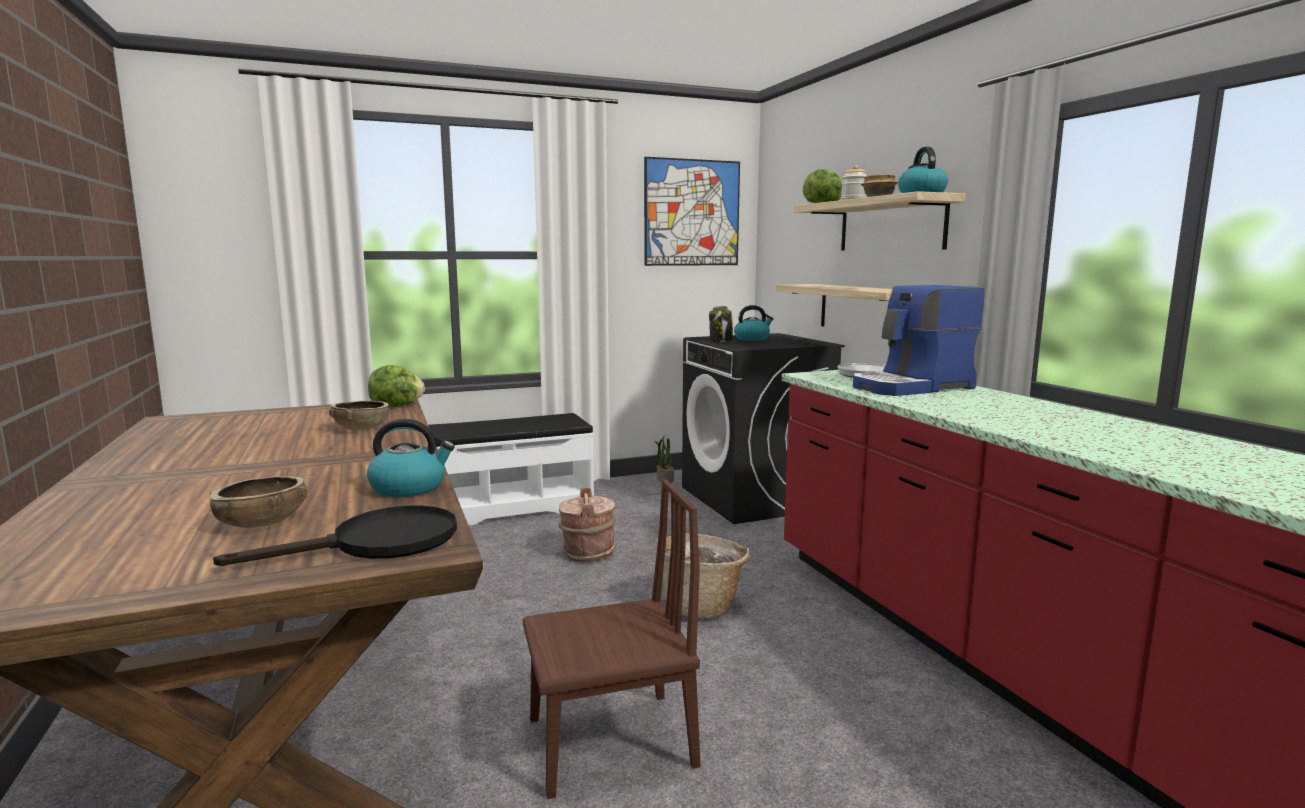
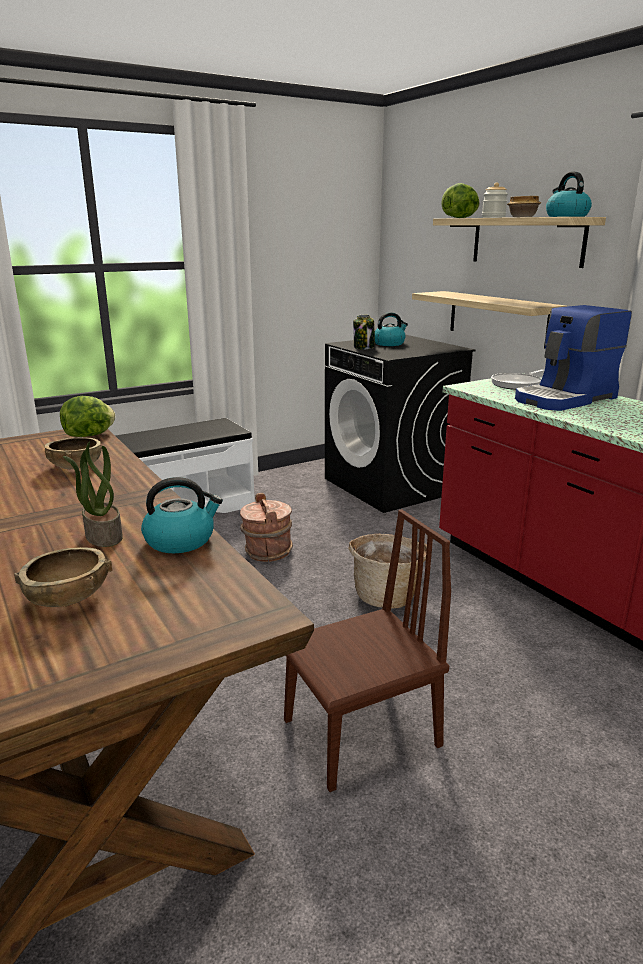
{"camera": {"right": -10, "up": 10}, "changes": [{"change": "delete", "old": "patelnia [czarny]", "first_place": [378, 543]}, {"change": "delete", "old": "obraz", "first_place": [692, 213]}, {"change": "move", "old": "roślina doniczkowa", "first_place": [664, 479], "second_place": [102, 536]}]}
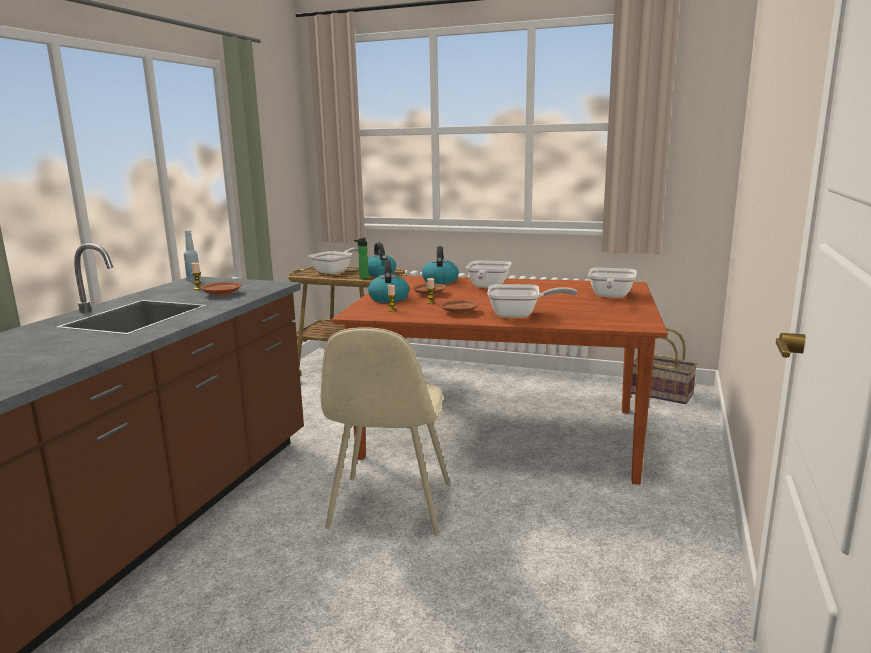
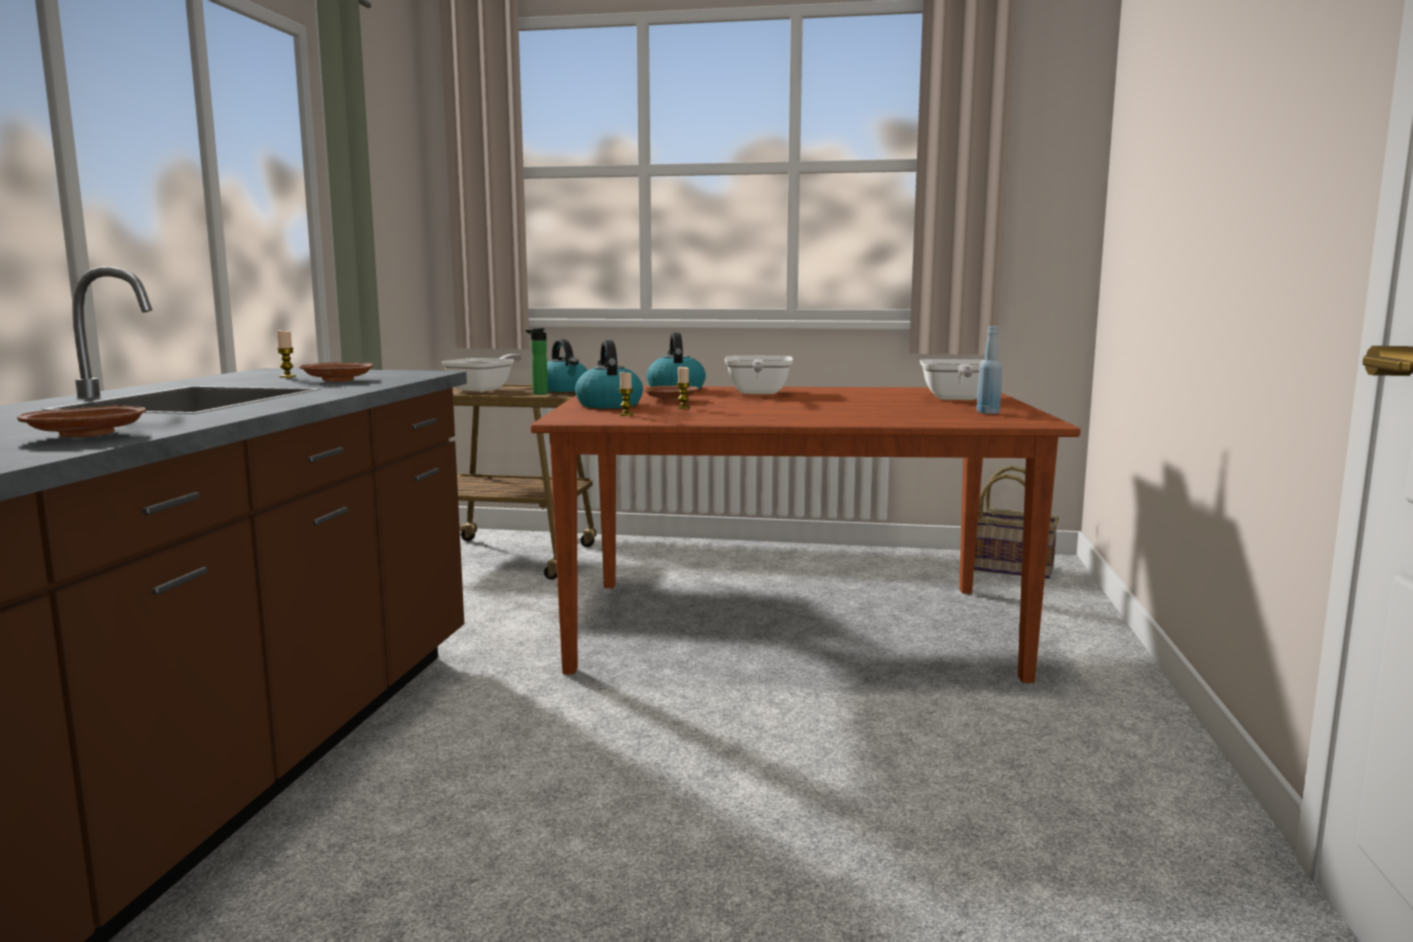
{"camera": {"right": -10, "up": -5}, "changes": [{"change": "delete", "old": "krzesło [beżowy]", "first_place": [390, 507]}, {"change": "delete", "old": "patelnia", "first_place": [520, 315]}, {"change": "move", "old": "butelka [niebieski]", "first_place": [194, 280], "second_place": [988, 413]}, {"change": "move", "old": "talerz [brązowy]", "first_place": [459, 312], "second_place": [88, 435]}]}
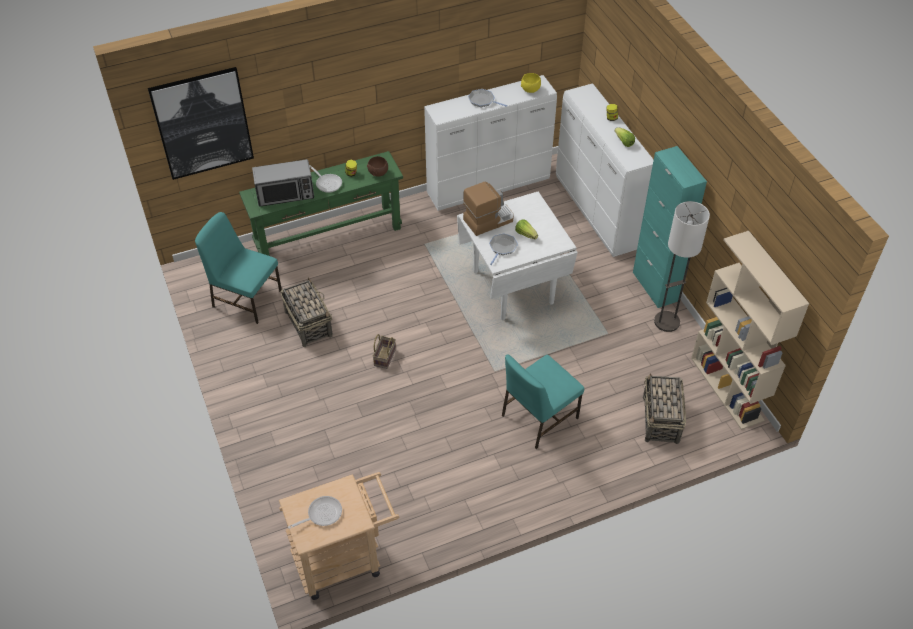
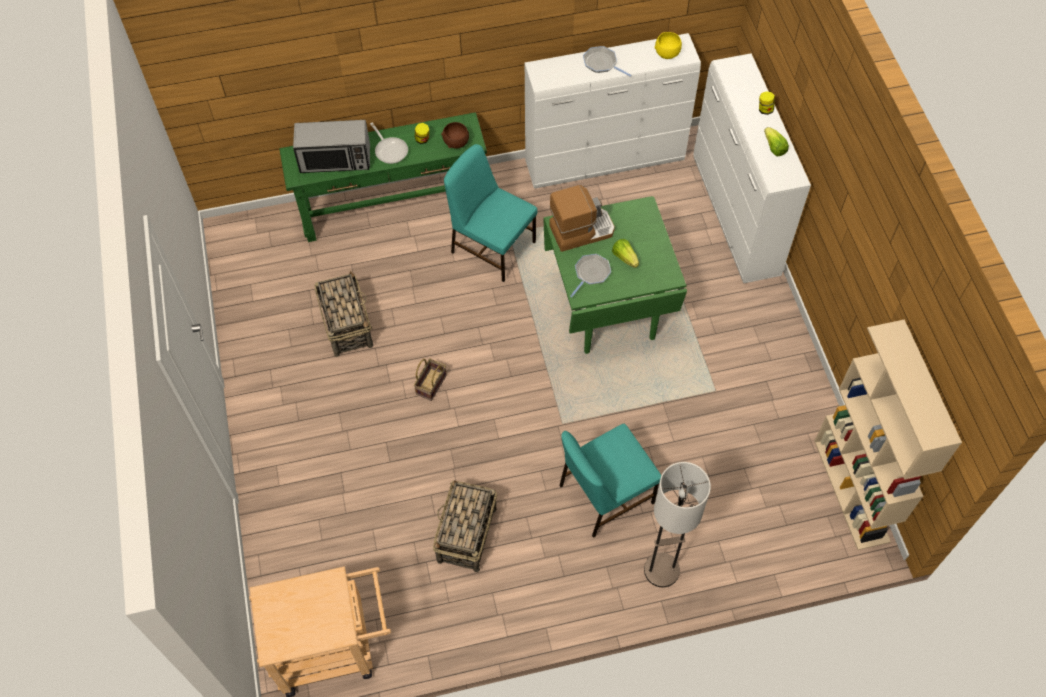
{"camera": {"right": 10, "up": 10}, "changes": [{"change": "delete", "old": "obraz", "first_place": [202, 123]}, {"change": "delete", "old": "patelnia", "first_place": [321, 514]}, {"change": "delete", "old": "szafka [turkusowy]", "first_place": [655, 287]}, {"change": "move", "old": "krzesło [turkusowy]", "first_place": [246, 298], "second_place": [492, 246]}, {"change": "move", "old": "koszyk", "first_place": [660, 420], "second_place": [466, 536]}, {"change": "move", "old": "lampa stojąca", "first_place": [666, 321], "second_place": [661, 570]}, {"change": "recolor", "old": "stół jadalny [biały]", "new": "stół jadalny [zielony]", "first_place": [512, 287], "second_place": [607, 309]}]}
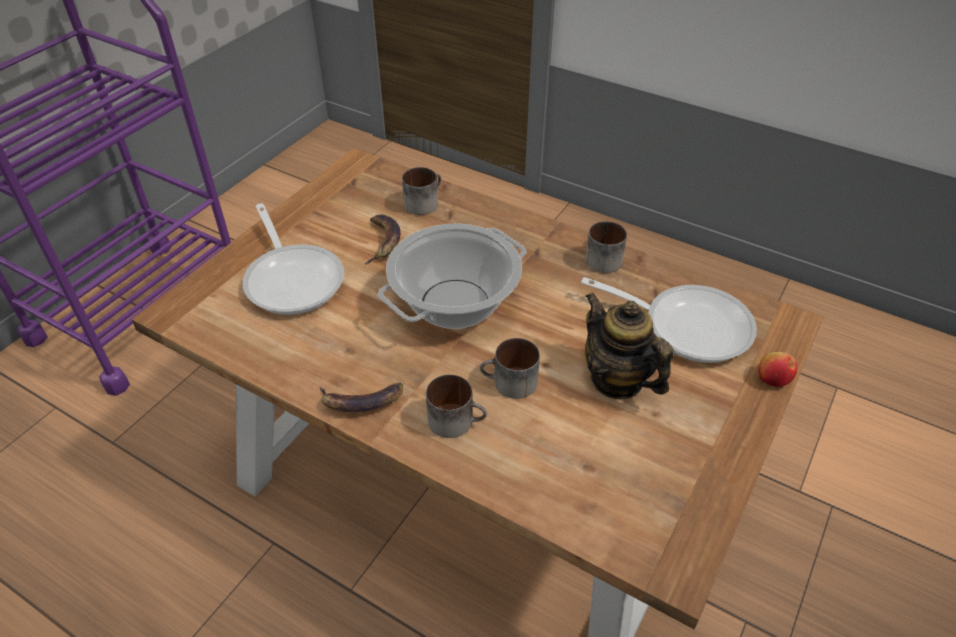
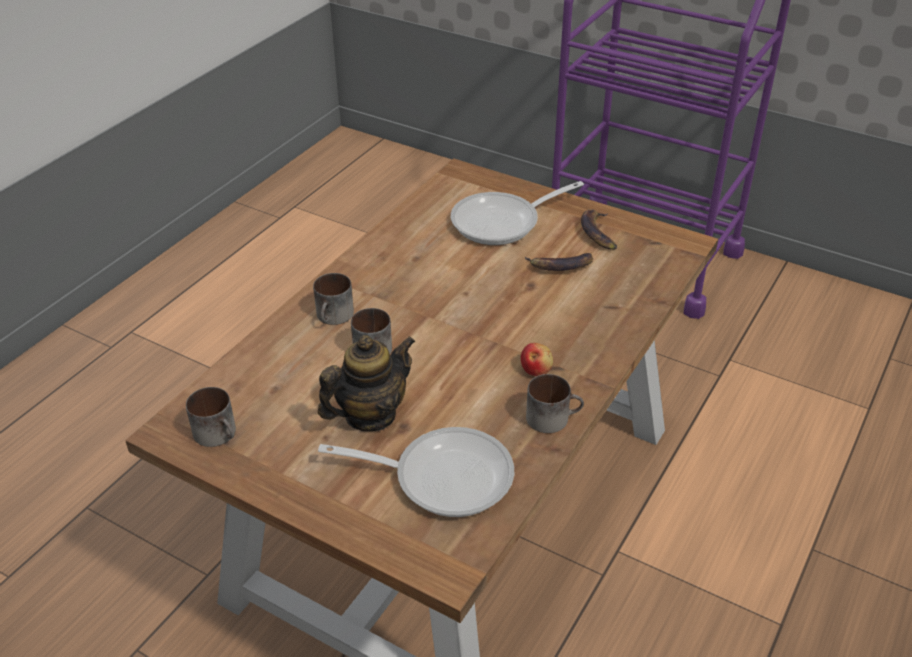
{"camera": {"right": 90, "up": -5}, "changes": [{"change": "delete", "old": "garnek", "first_place": [455, 305]}, {"change": "move", "old": "banan", "first_place": [361, 402], "second_place": [597, 233]}, {"change": "move", "old": "kubek", "first_place": [423, 202], "second_place": [219, 433]}, {"change": "move", "old": "jabłko", "first_place": [773, 378], "second_place": [536, 369]}, {"change": "rotate", "old": "patelnia", "first_place": [687, 326], "second_place": [443, 476], "degrees": -105}]}
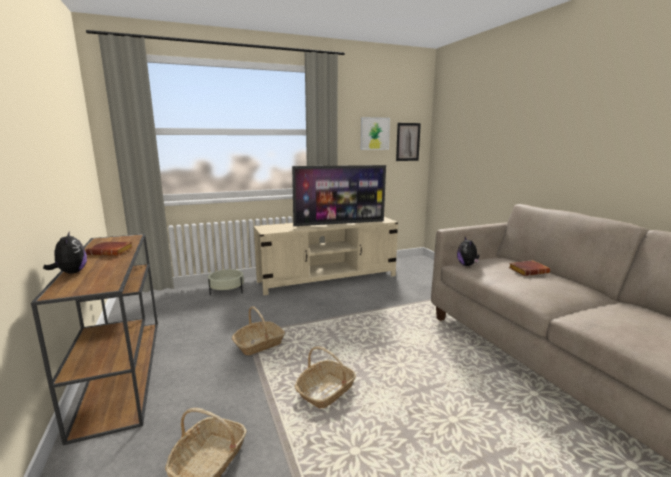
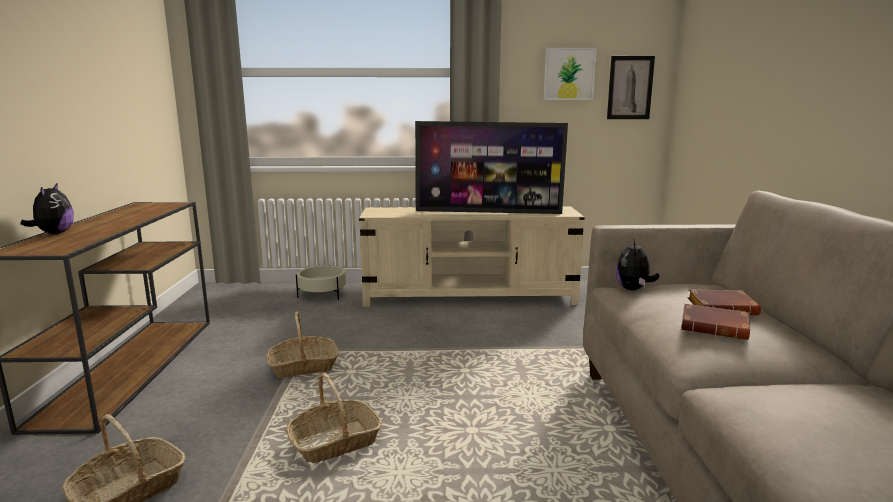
{"camera": {"right": 20, "up": 0}, "changes": [{"change": "move", "old": "książka [brązowy]", "first_place": [112, 252], "second_place": [716, 327]}]}
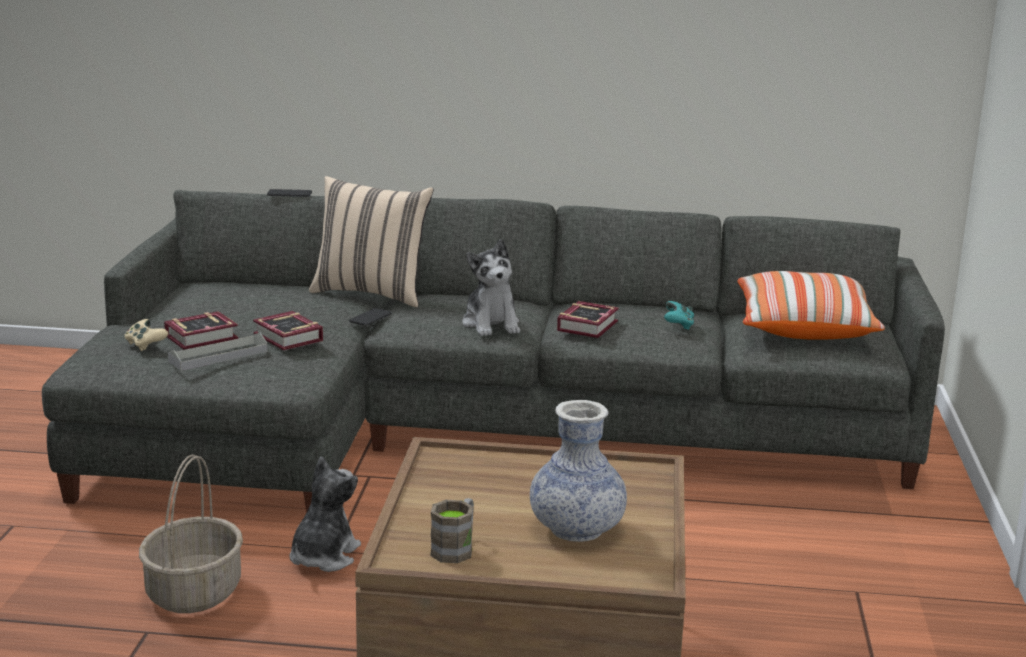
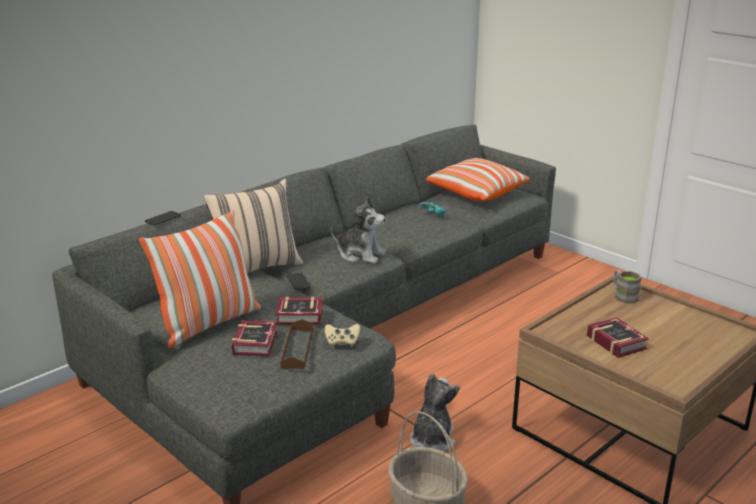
{"camera": {"right": -50, "up": 5}, "changes": [{"change": "delete", "old": "wazon", "first_place": [576, 529]}, {"change": "insert", "new": "poduszka", "second_place": [208, 323]}, {"change": "move", "old": "pad do gier [beżowy]", "first_place": [145, 345], "second_place": [342, 342]}, {"change": "move", "old": "kubek [brązowy]", "first_place": [456, 548], "second_place": [623, 296]}, {"change": "move", "old": "książka", "first_place": [590, 325], "second_place": [615, 341]}, {"change": "recolor", "old": "taca [szary]", "new": "taca [brązowy]", "first_place": [218, 356], "second_place": [297, 348]}, {"change": "rotate", "old": "pluszak", "first_place": [323, 557], "second_place": [432, 439], "degrees": 45}]}
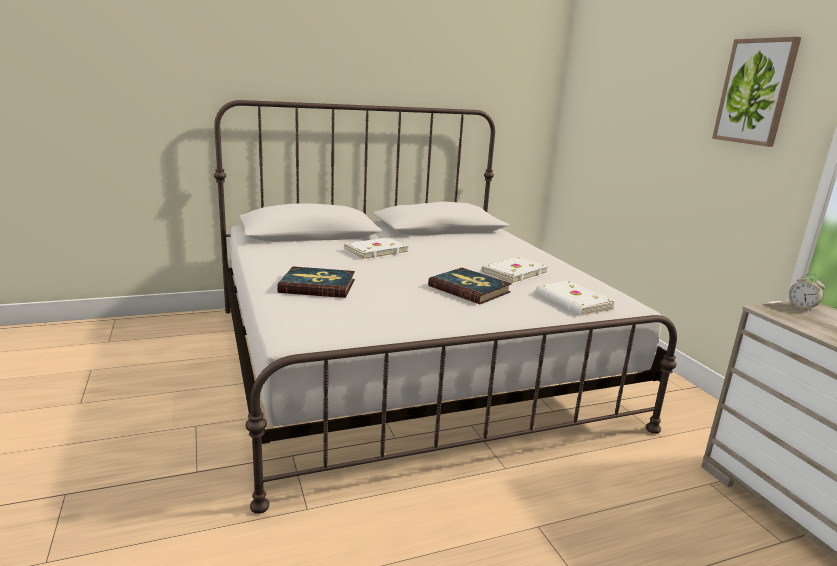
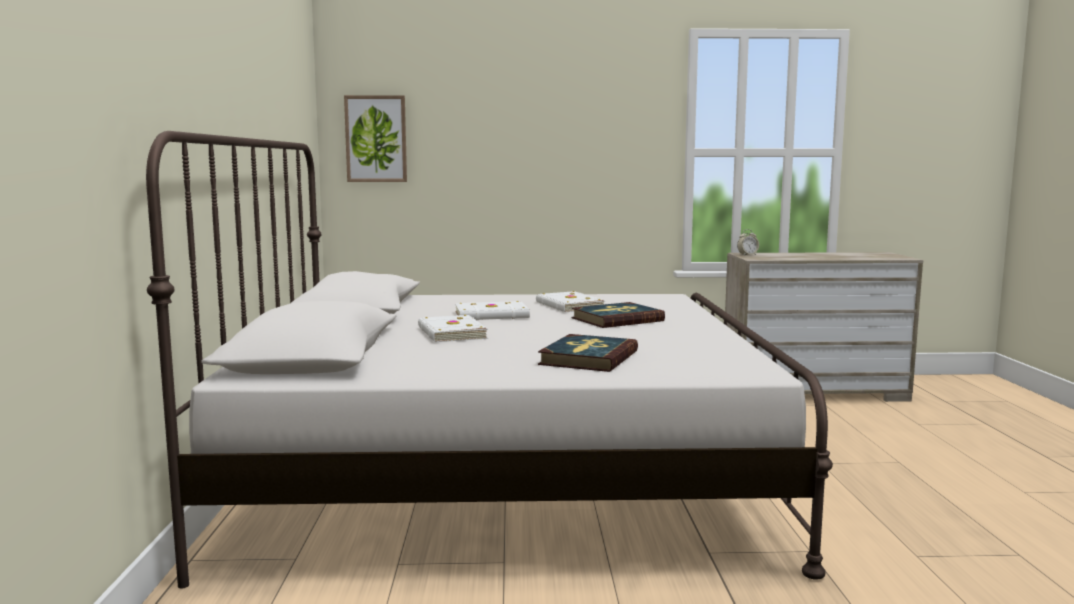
{"camera": {"right": -70, "up": -10}, "changes": [{"change": "move", "old": "książka [biały]", "first_place": [573, 301], "second_place": [492, 315]}, {"change": "move", "old": "obraz", "first_place": [755, 92], "second_place": [376, 139]}]}
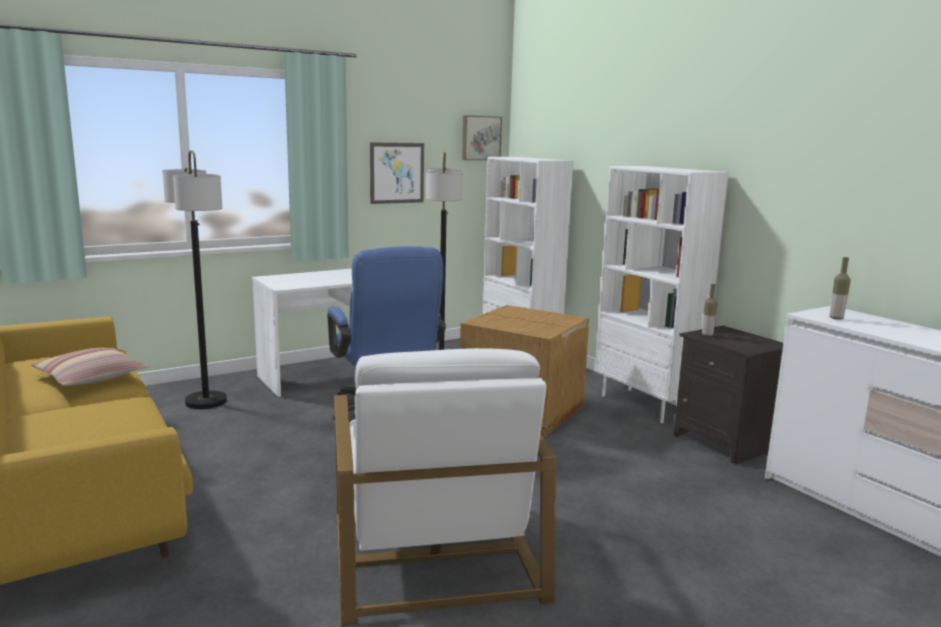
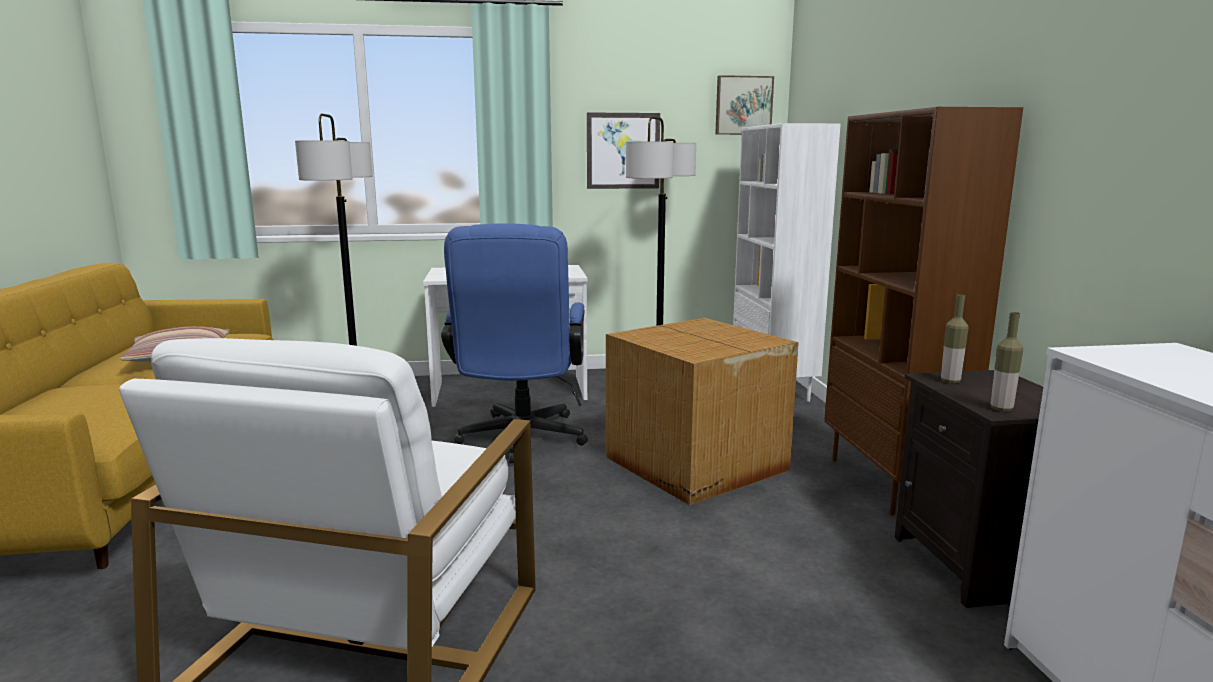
{"camera": {"right": 25, "up": 0}, "changes": [{"change": "move", "old": "butelka", "first_place": [836, 318], "second_place": [1001, 409]}, {"change": "recolor", "old": "regał [biały]", "new": "regał [brązowy]", "first_place": [646, 405], "second_place": [890, 484]}]}
